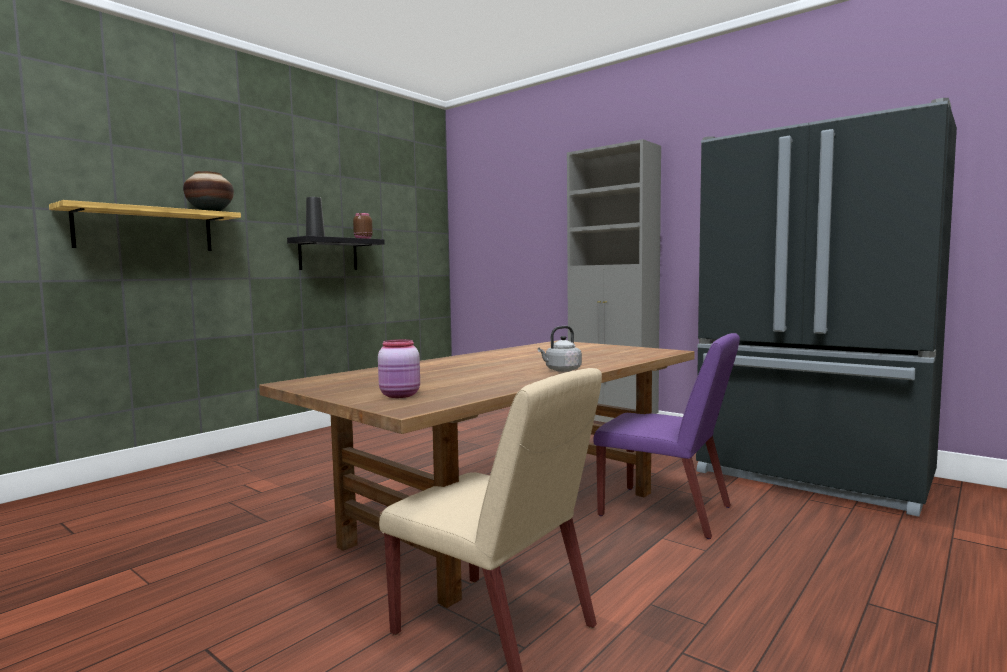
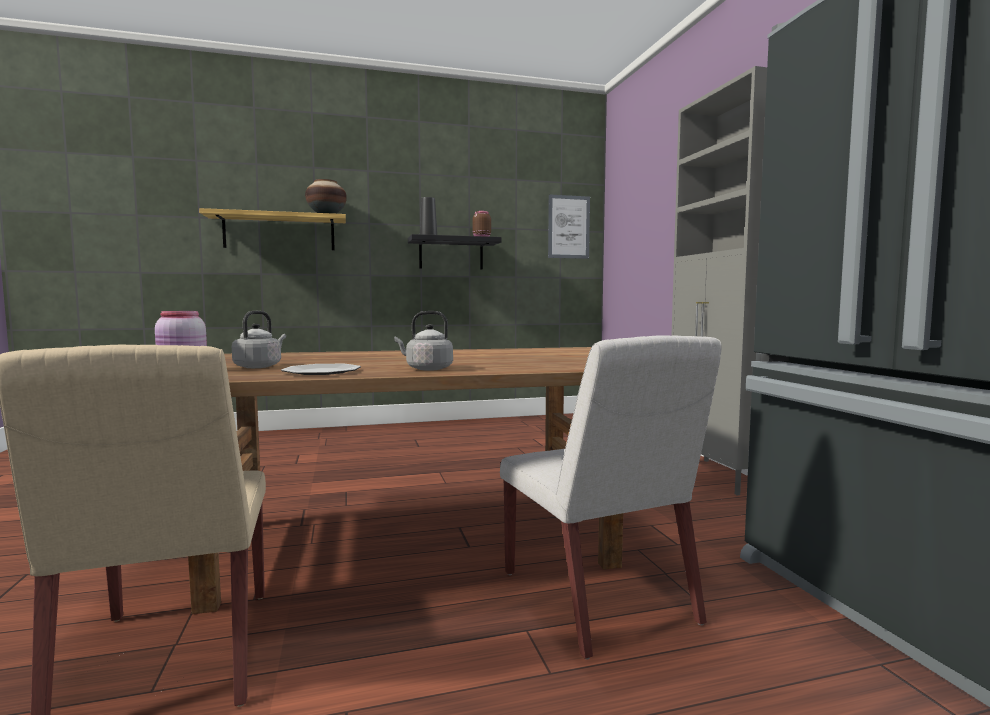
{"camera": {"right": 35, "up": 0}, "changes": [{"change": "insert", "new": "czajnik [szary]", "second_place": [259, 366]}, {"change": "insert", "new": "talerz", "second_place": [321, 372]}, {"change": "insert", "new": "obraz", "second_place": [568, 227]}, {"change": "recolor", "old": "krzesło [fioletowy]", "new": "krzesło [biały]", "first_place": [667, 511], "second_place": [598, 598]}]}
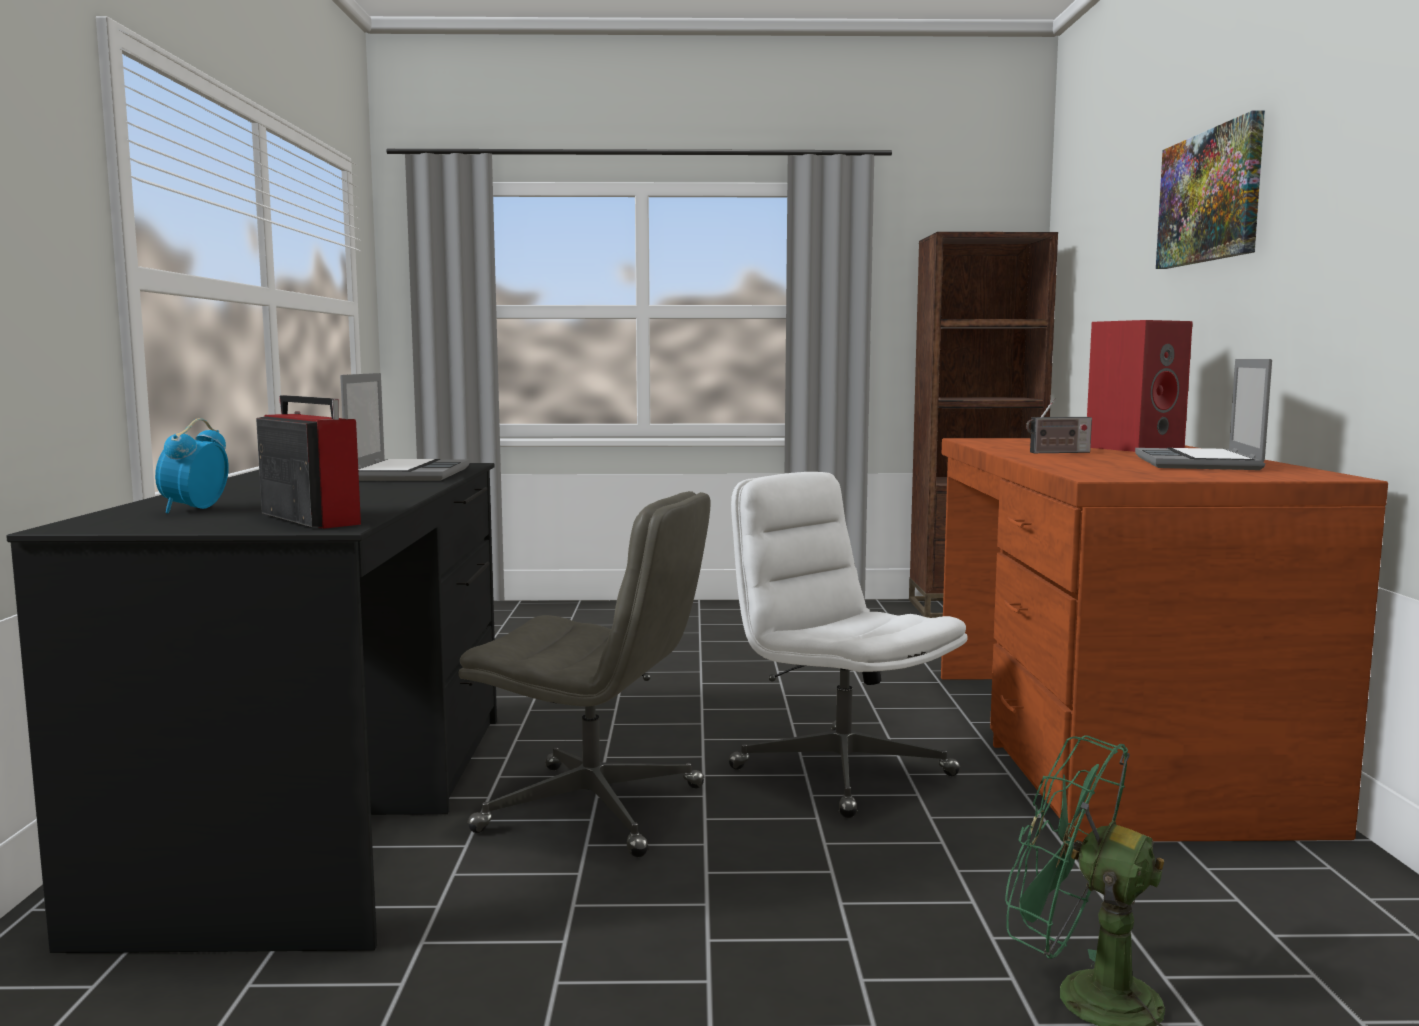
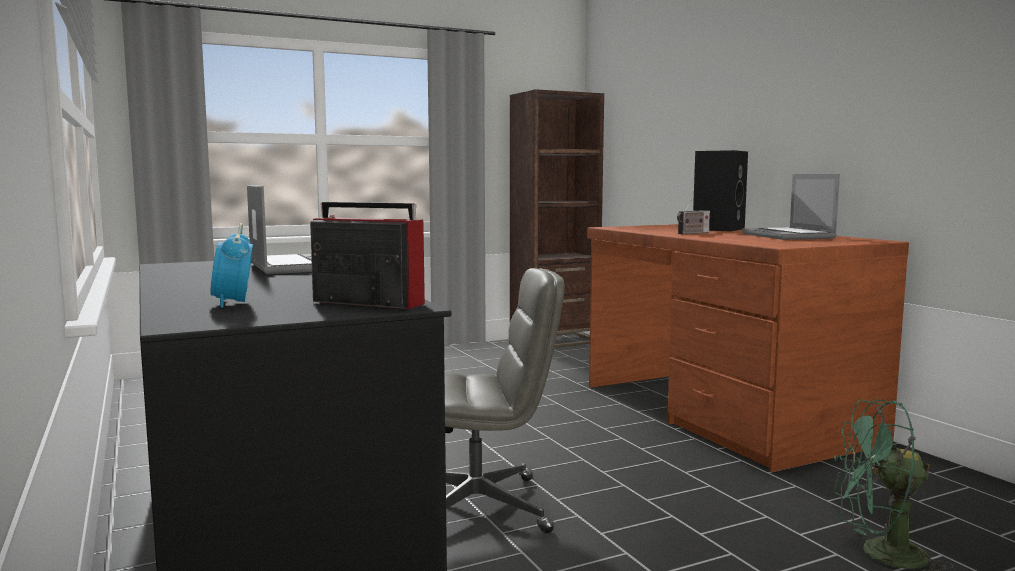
{"camera": {"right": -25, "up": 0}, "changes": [{"change": "delete", "old": "krzesło biurowe [biały]", "first_place": [840, 771]}, {"change": "delete", "old": "obraz", "first_place": [1210, 197]}, {"change": "recolor", "old": "głośnik [czerwony]", "new": "głośnik [czarny]", "first_place": [1134, 447], "second_place": [718, 229]}]}
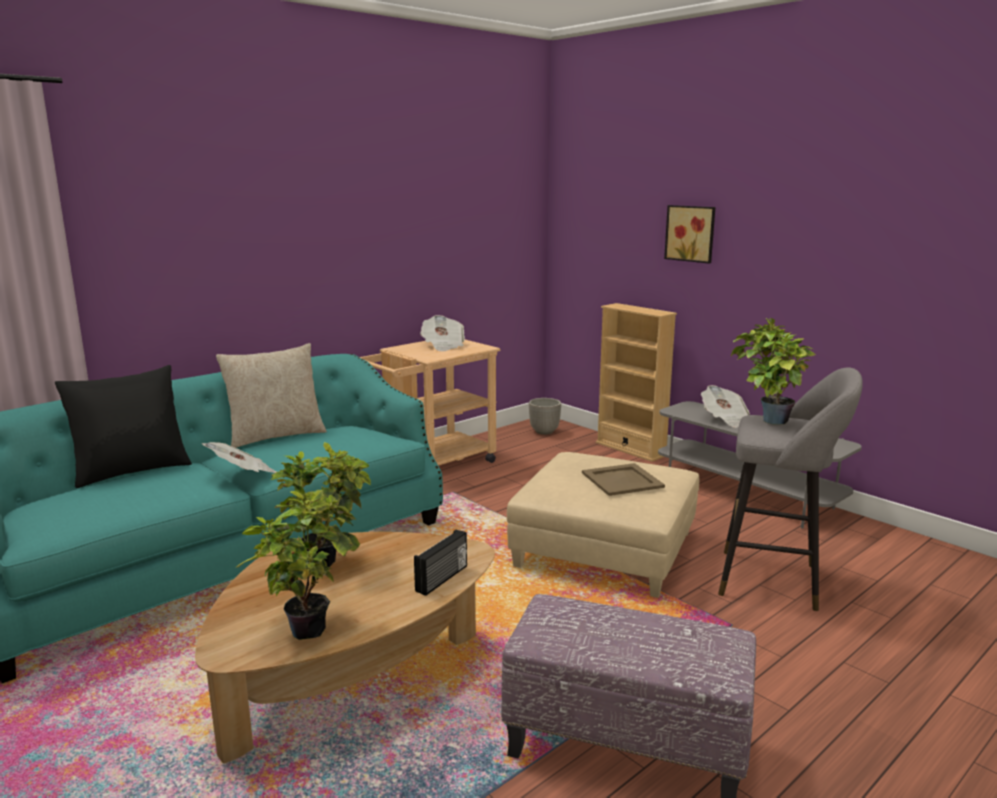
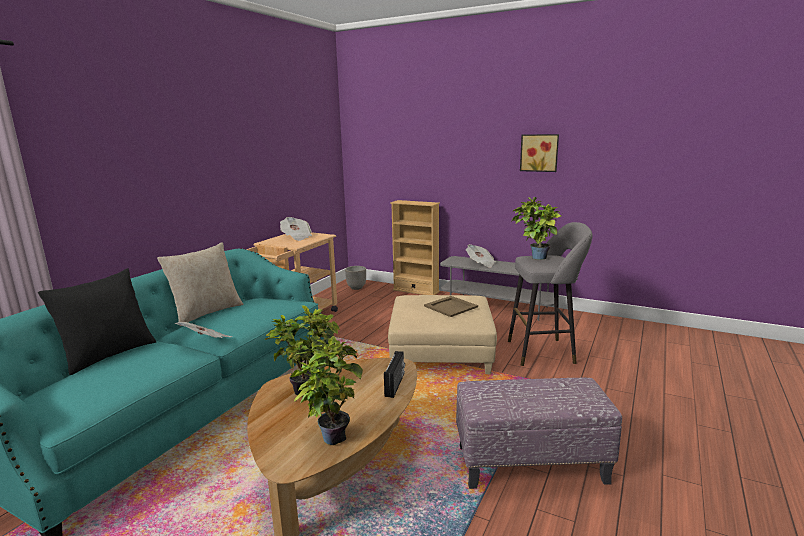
{"camera": {"right": -20, "up": 0}, "changes": [{"change": "move", "old": "obraz", "first_place": [691, 233], "second_place": [539, 152]}]}
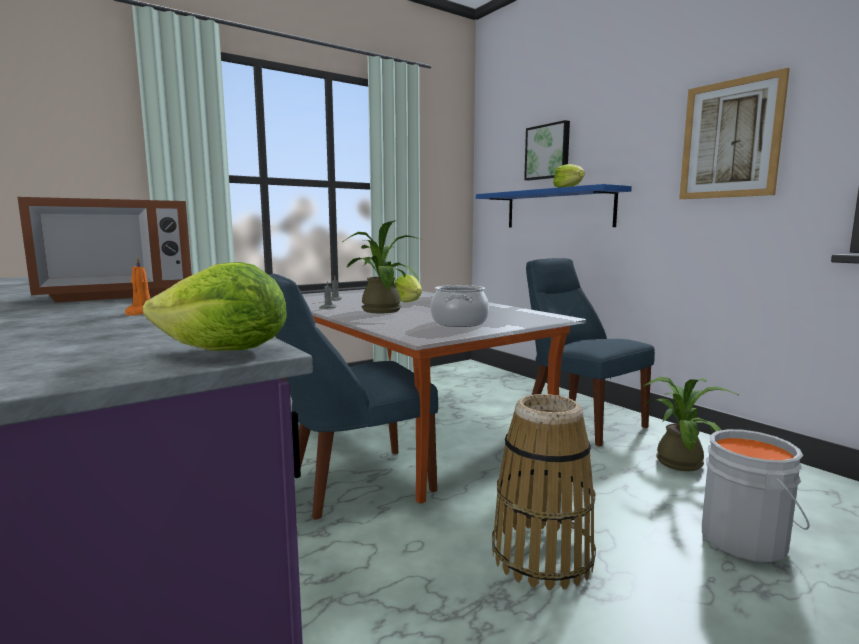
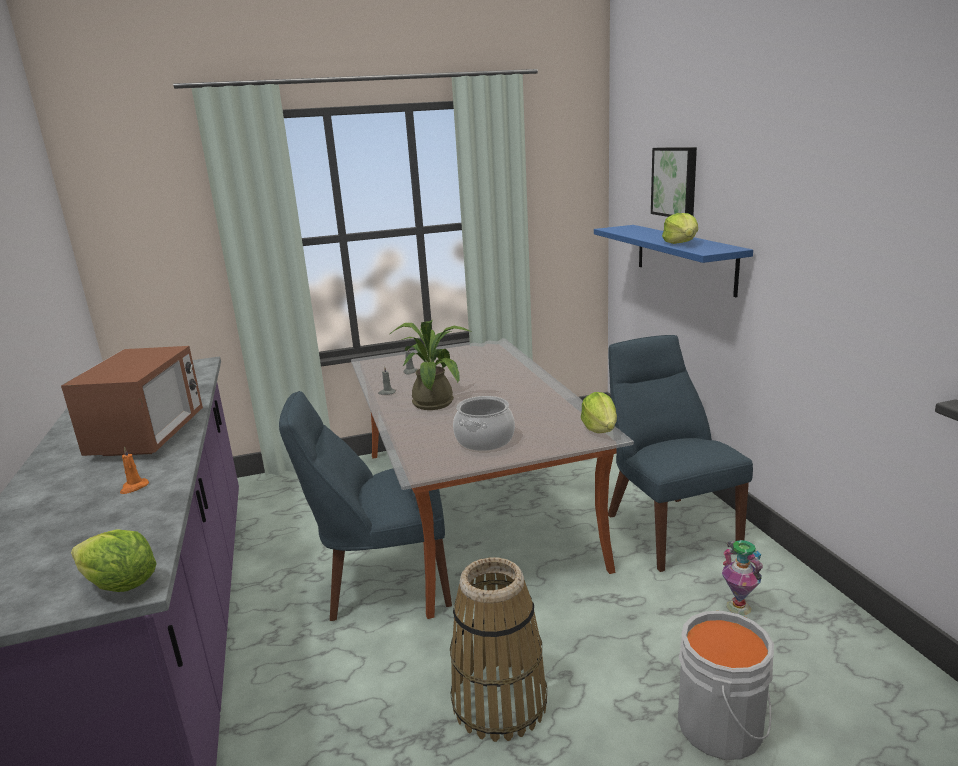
{"camera": {"right": 20, "up": 10}, "changes": [{"change": "delete", "old": "obraz", "first_place": [730, 139]}, {"change": "move", "old": "sałata", "first_place": [408, 301], "second_place": [600, 429]}, {"change": "replace", "old": "roślina doniczkowa", "new": "wazon", "first_place": [679, 460], "second_place": [739, 607]}, {"change": "rotate", "old": "mikrofalówka", "first_place": [116, 295], "second_place": [149, 436], "degrees": -75}]}
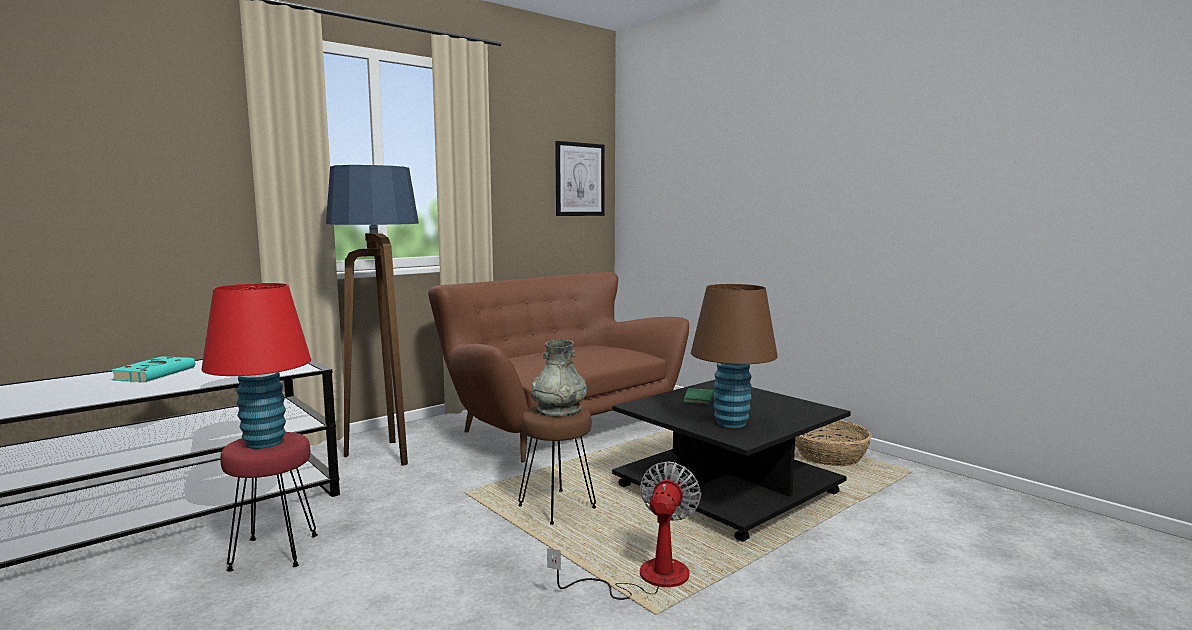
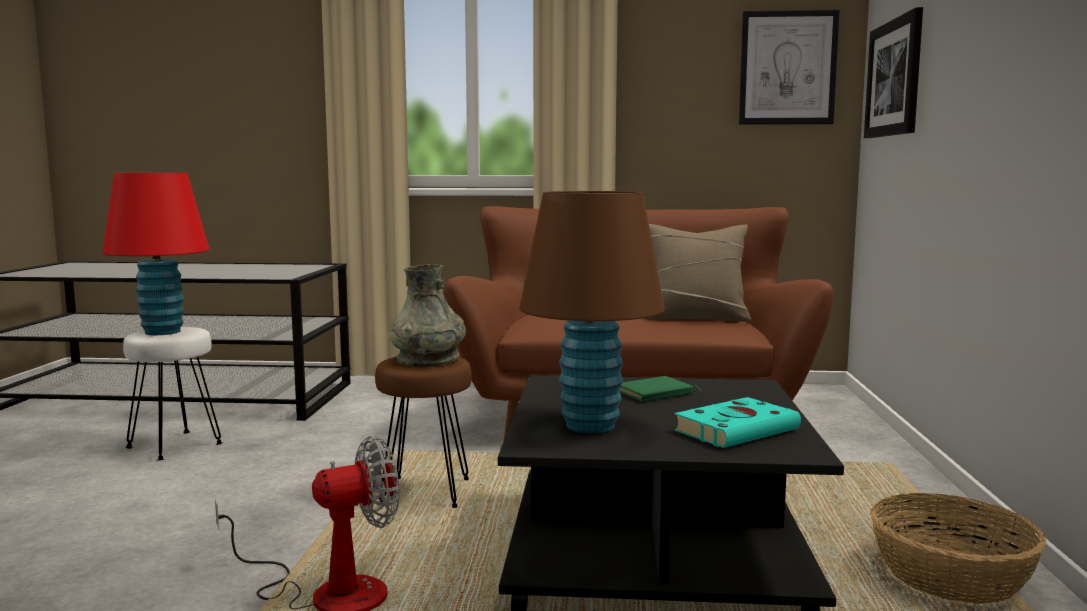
{"camera": {"right": 45, "up": 0}, "changes": [{"change": "delete", "old": "lampa stojąca", "first_place": [385, 455]}, {"change": "insert", "new": "poduszka [beżowy]", "second_place": [695, 318]}, {"change": "insert", "new": "obraz", "second_place": [894, 78]}, {"change": "move", "old": "książka [turkusowy]", "first_place": [156, 373], "second_place": [739, 430]}, {"change": "recolor", "old": "stołek [czerwony]", "new": "stołek [biały]", "first_place": [274, 551], "second_place": [176, 445]}]}
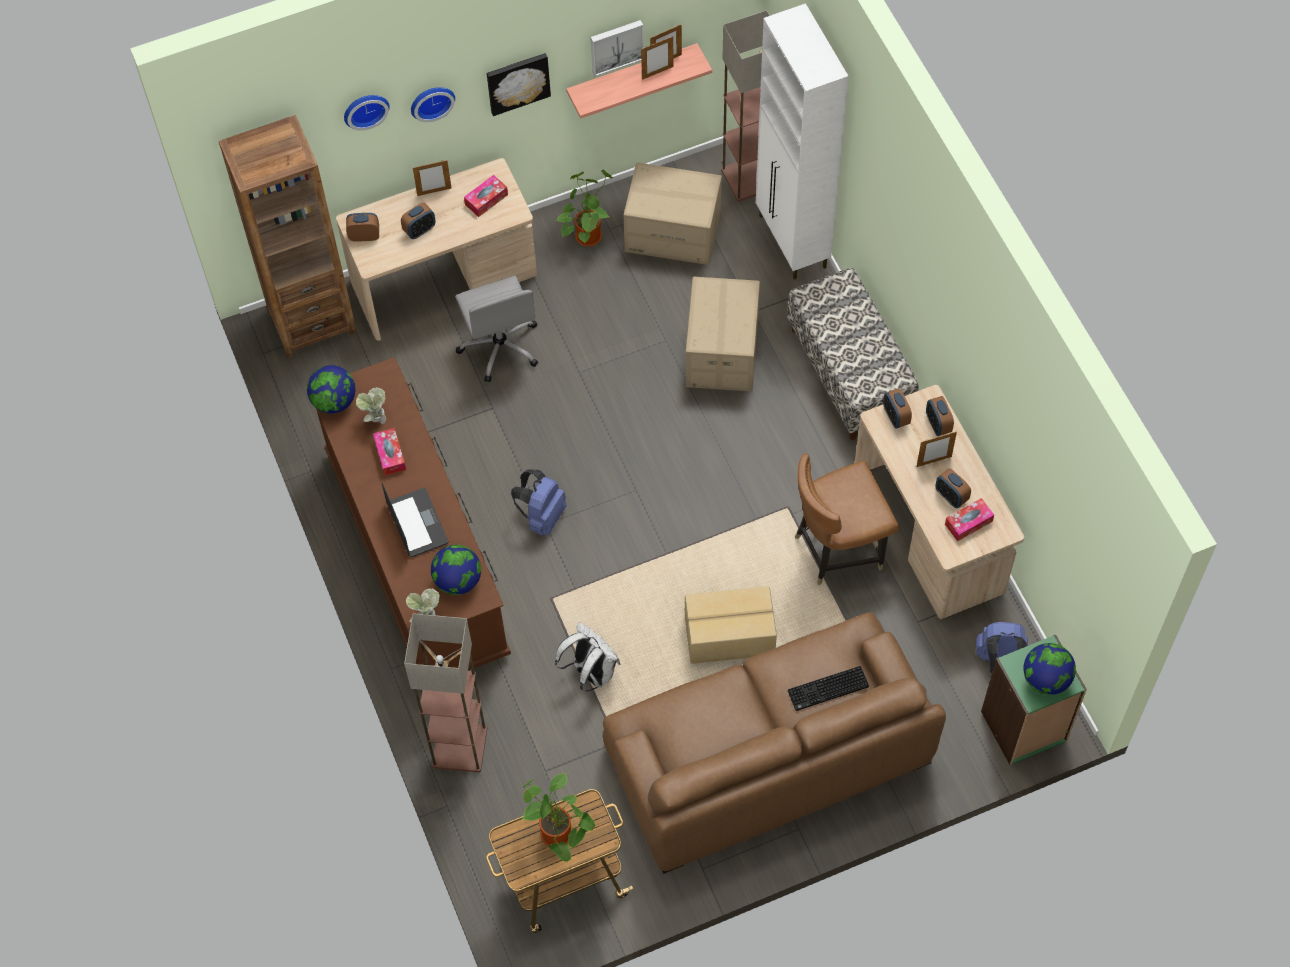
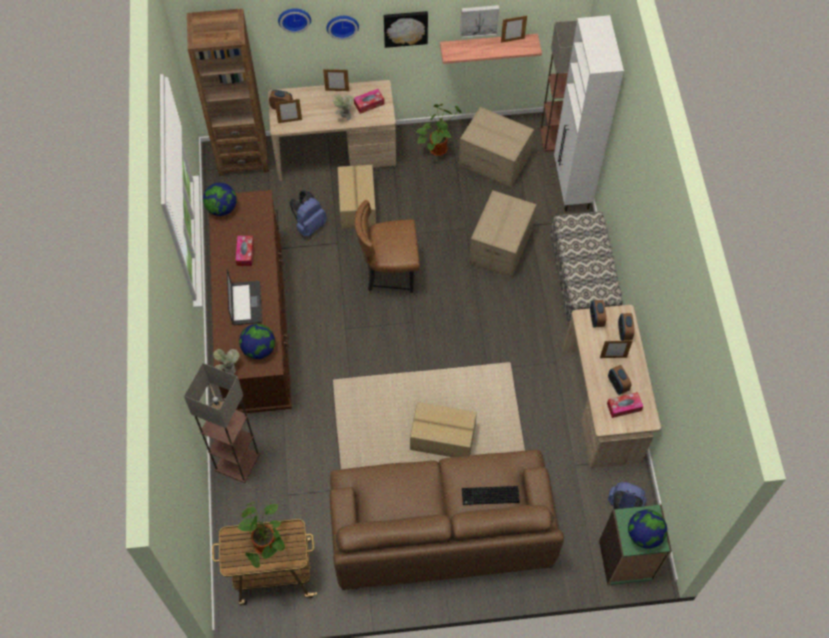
{"camera": {"right": 15, "up": 0}, "changes": [{"change": "delete", "old": "budzik", "first_place": [420, 230]}, {"change": "delete", "old": "plecak [biały]", "first_place": [591, 672]}, {"change": "move", "old": "roślina doniczkowa", "first_place": [375, 419], "second_place": [343, 116]}, {"change": "move", "old": "plecak [niebieski]", "first_place": [542, 516], "second_place": [309, 225]}, {"change": "move", "old": "ramka na zdjęcie", "first_place": [657, 72], "second_place": [290, 121]}, {"change": "move", "old": "krzesło [brązowy]", "first_place": [837, 549], "second_place": [389, 276]}, {"change": "replace", "old": "krzesło biurowe [szary]", "new": "karton", "first_place": [500, 346], "second_place": [356, 205]}]}
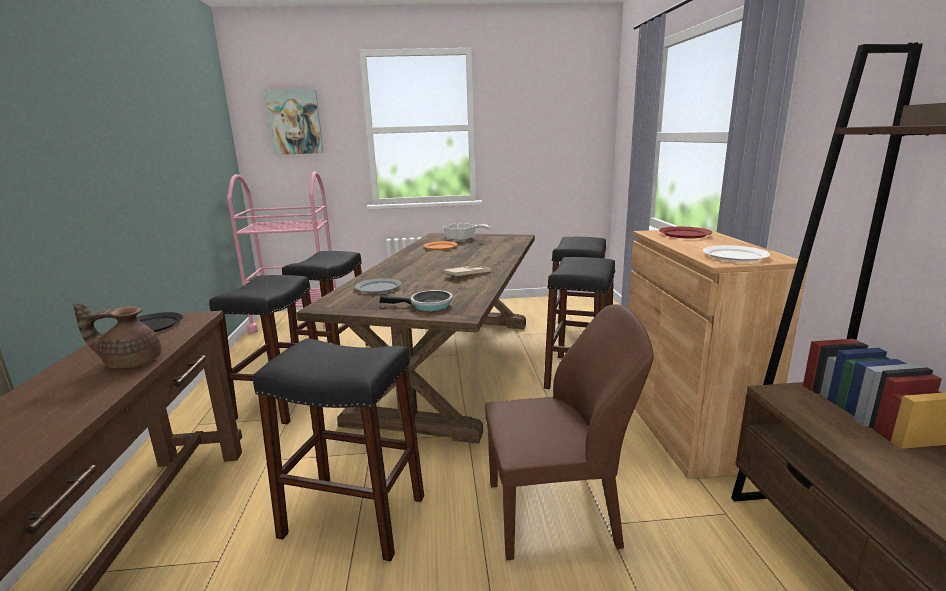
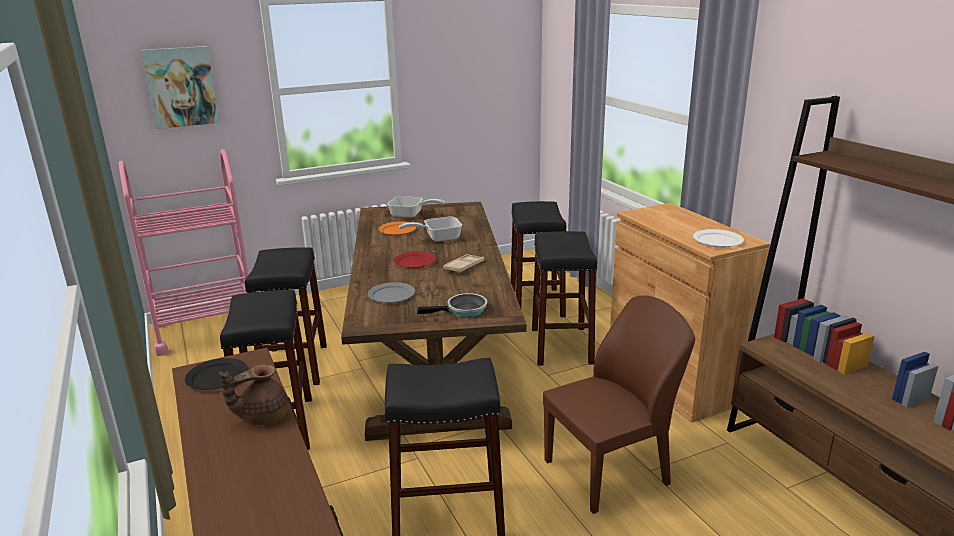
{"camera": {"right": -20, "up": 5}, "changes": [{"change": "insert", "new": "patelnia", "second_place": [438, 238]}, {"change": "move", "old": "talerz [czerwony]", "first_place": [685, 234], "second_place": [415, 262]}]}
